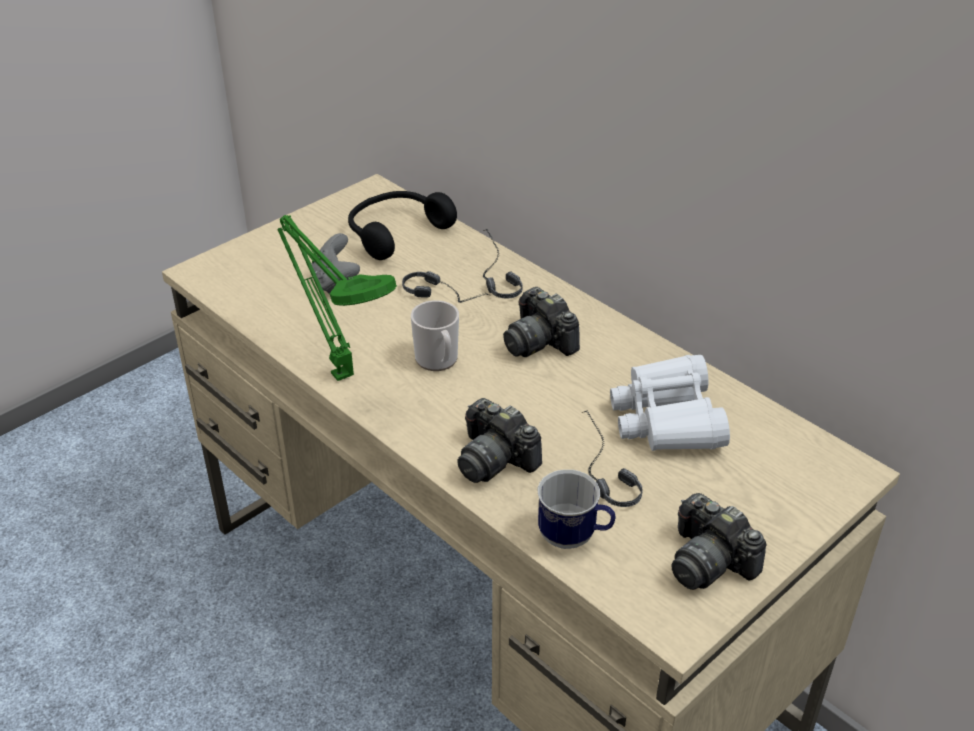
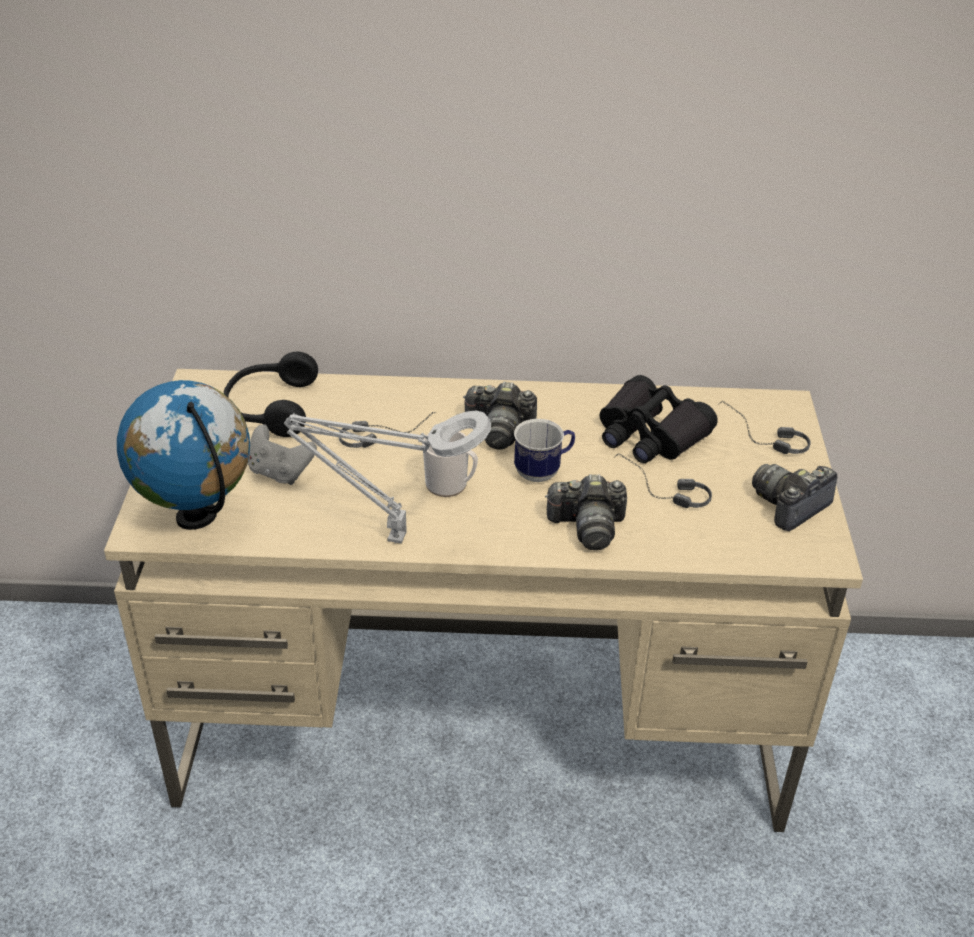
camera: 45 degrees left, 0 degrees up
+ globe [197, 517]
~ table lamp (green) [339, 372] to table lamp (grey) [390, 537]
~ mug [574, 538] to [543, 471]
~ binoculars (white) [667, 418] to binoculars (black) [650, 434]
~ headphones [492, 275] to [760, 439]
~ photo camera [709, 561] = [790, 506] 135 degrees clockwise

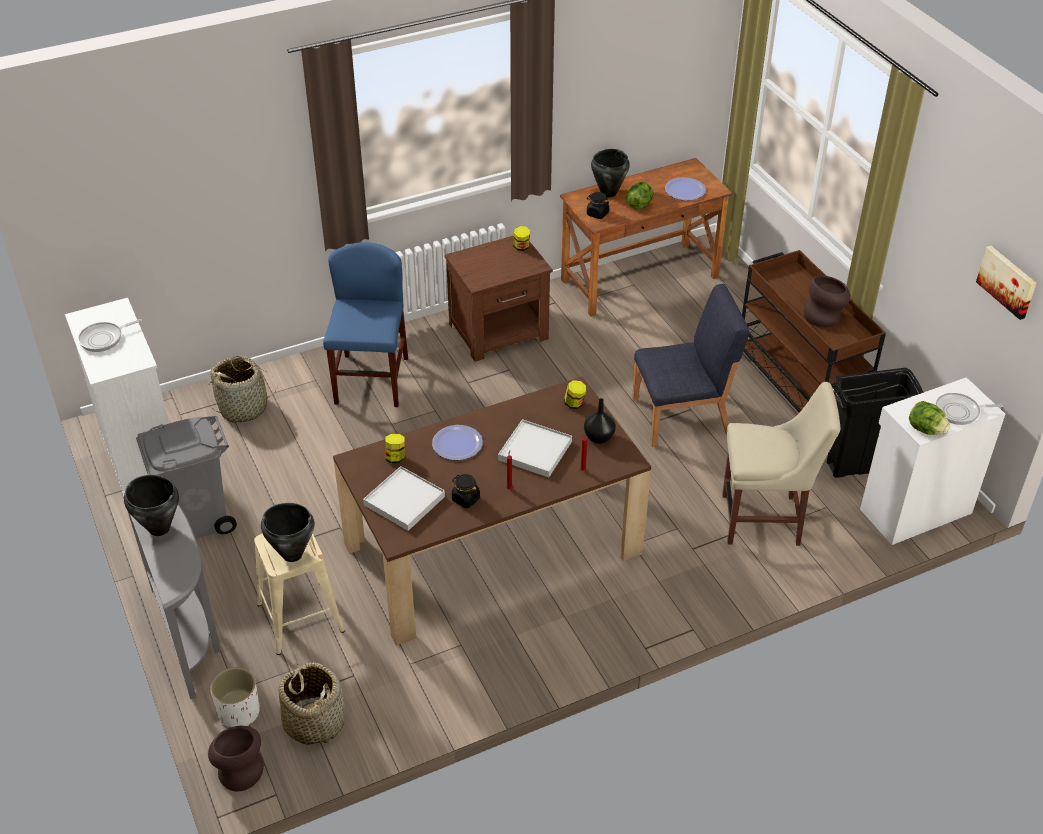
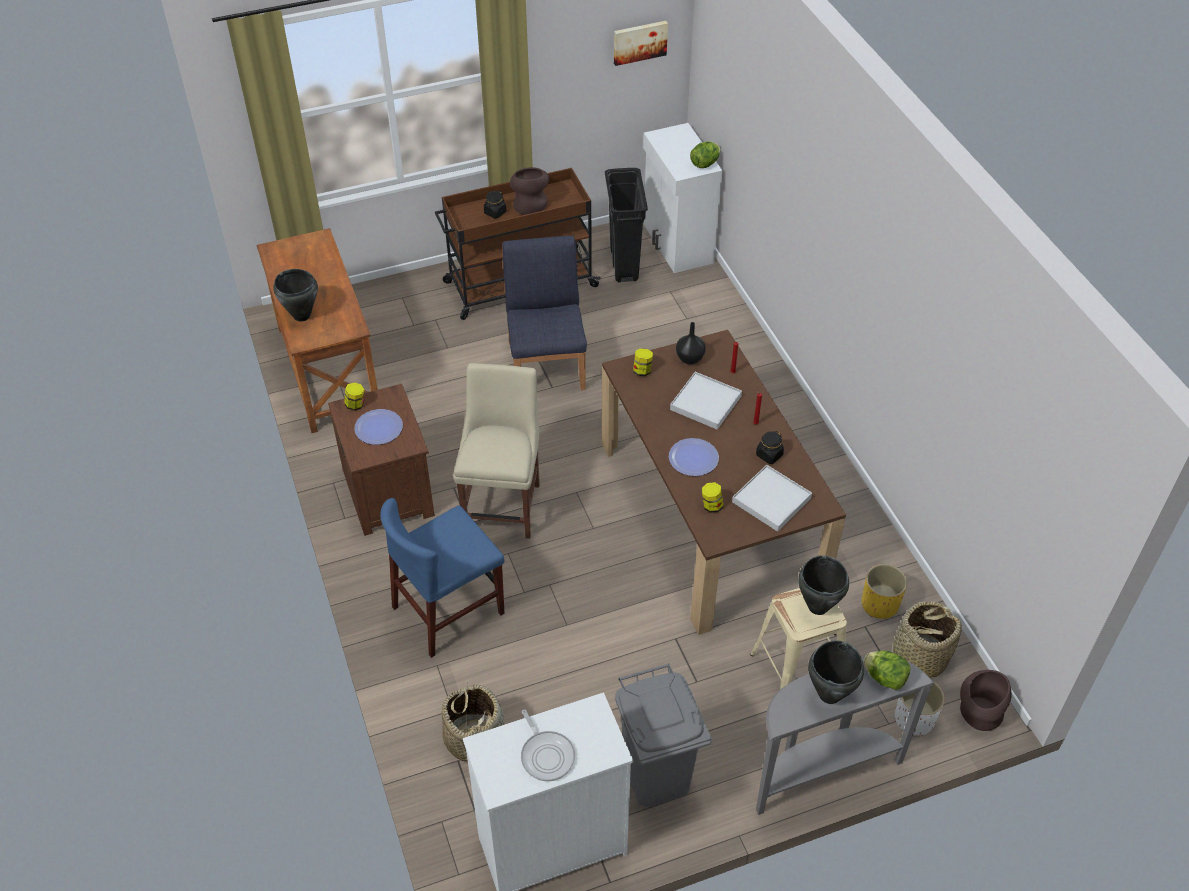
camera: 85 degrees left, 5 degrees up
~ plate [685, 190] to [378, 428]
~ chair (blue) [371, 380] = [448, 610] 45 degrees counterclockwise
~ chair (beige) [765, 520] to [503, 504]
~ jar (black) [597, 214] to [495, 212]
+ planter (yellow) [879, 604]
~ lettuce [639, 205] to [884, 678]
- frying pan [960, 411]

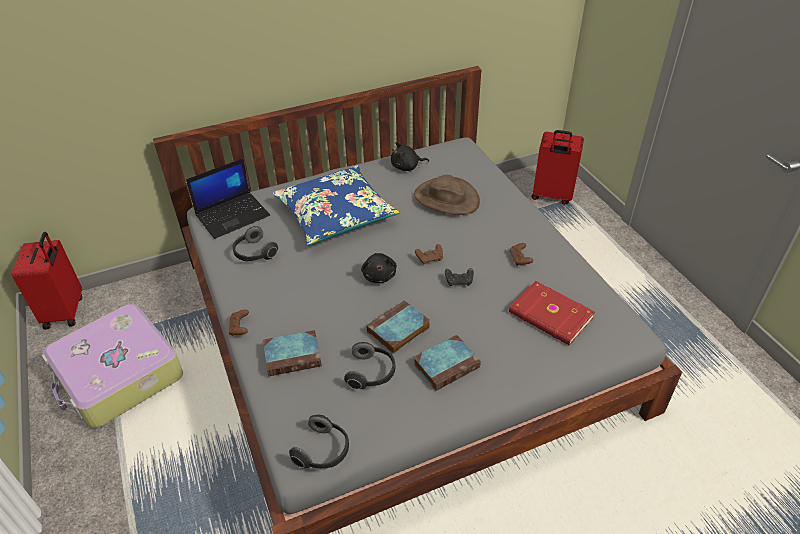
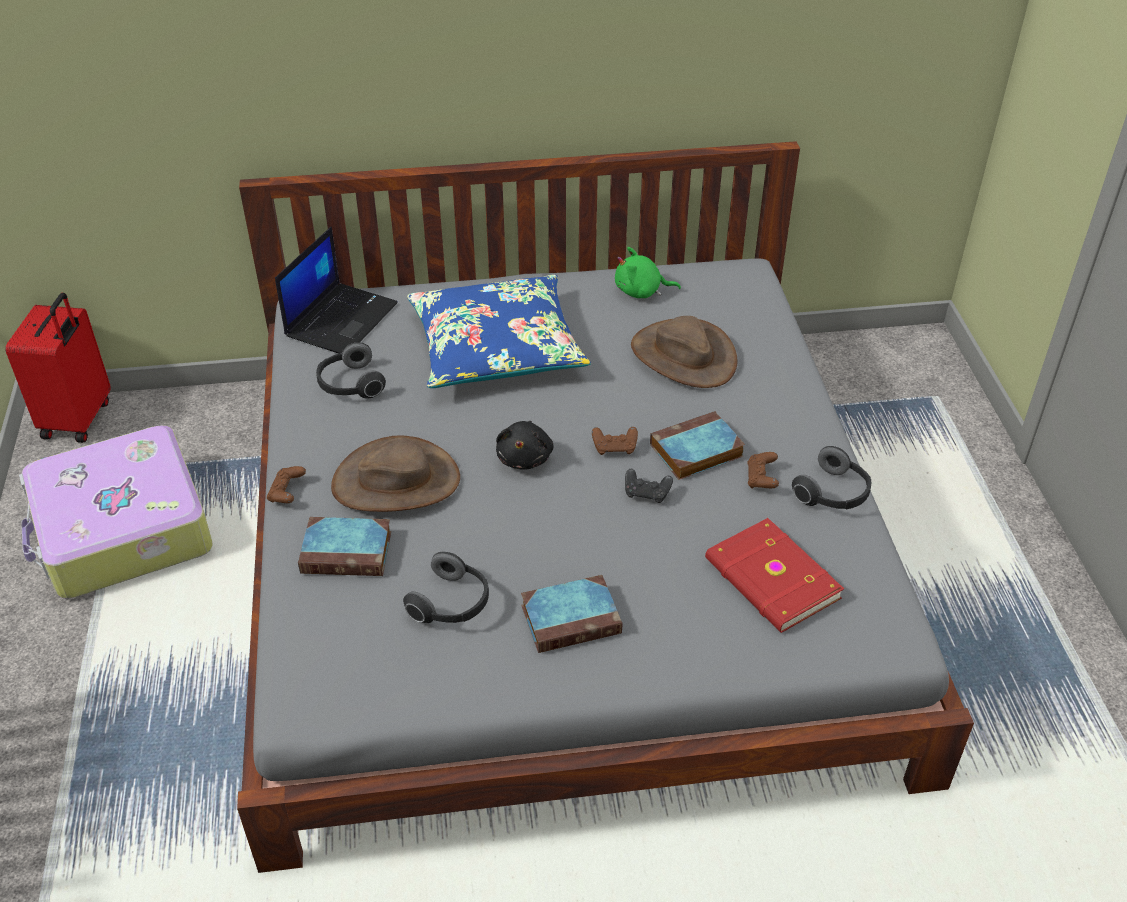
camera: 15 degrees right, 0 degrees up
~ laptop [233, 215] = [341, 319] 45 degrees counterclockwise
+ hat (brown) [396, 481]
~ plush toy (black) [407, 167] to plush toy (green) [641, 291]
~ book [398, 331] to [695, 451]
~ headphones [323, 451] to [833, 494]
- suitcase (red) [551, 196]

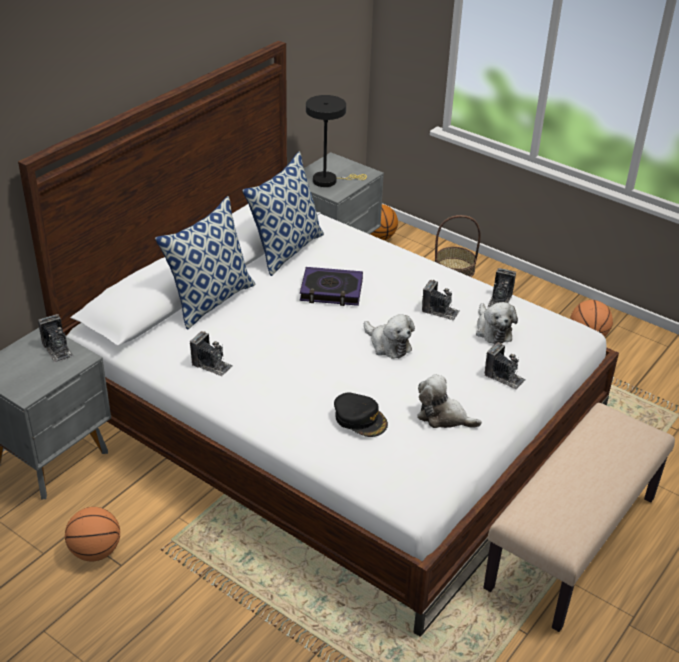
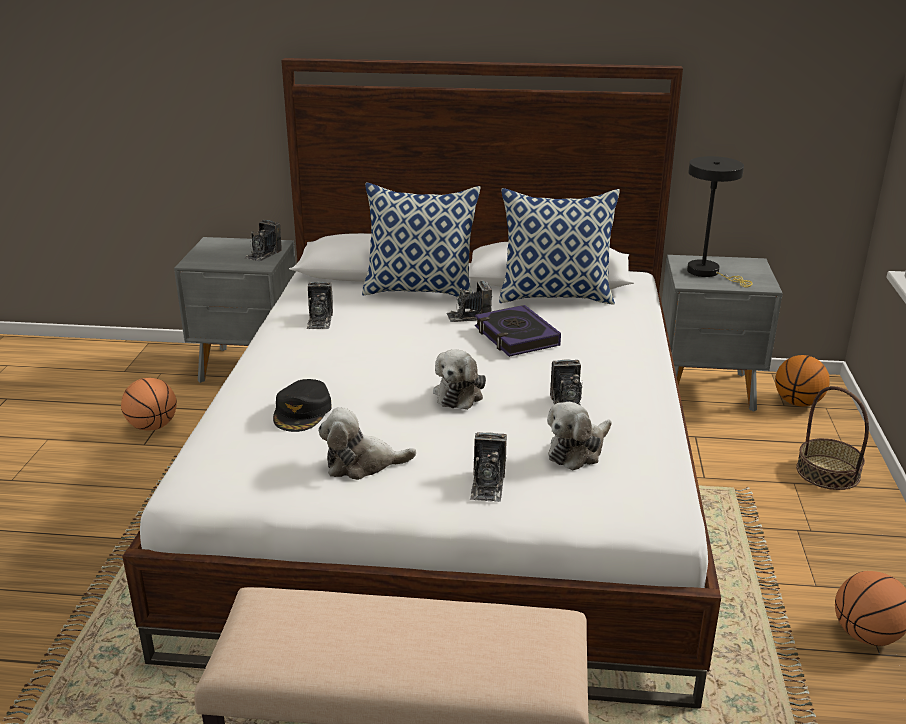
camera: 60 degrees right, 10 degrees down
~ plush toy [443, 417] = [362, 464] 90 degrees counterclockwise
~ photo camera [500, 300] to [468, 316]

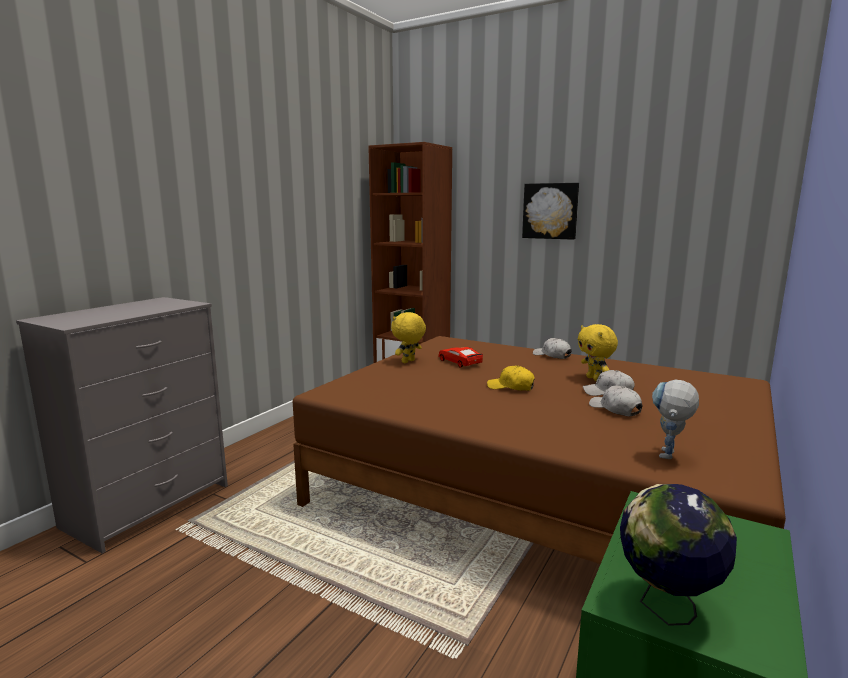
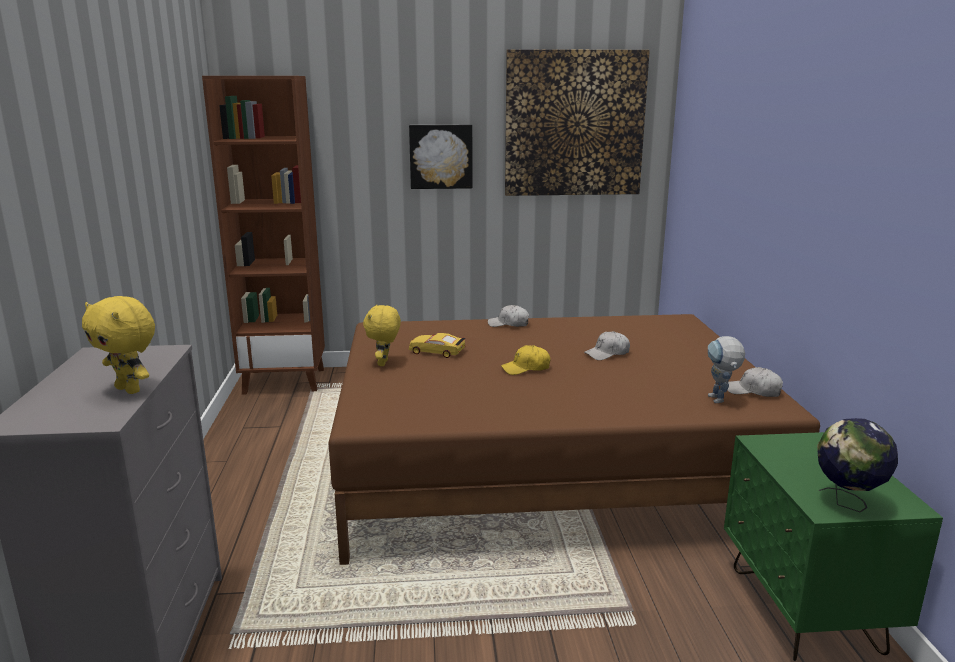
camera: 35 degrees left, 5 degrees up
~ plush toy (yellow) [594, 379] to [130, 389]
~ toy car (red) [460, 362] to toy car (yellow) [437, 351]
+ picture [574, 124]
~ cap (white) [615, 409] to [753, 391]

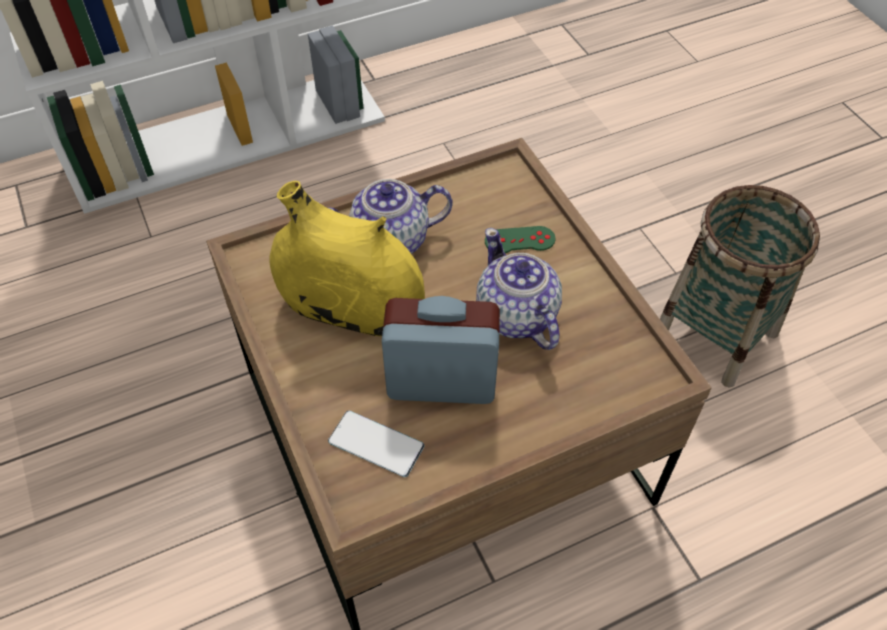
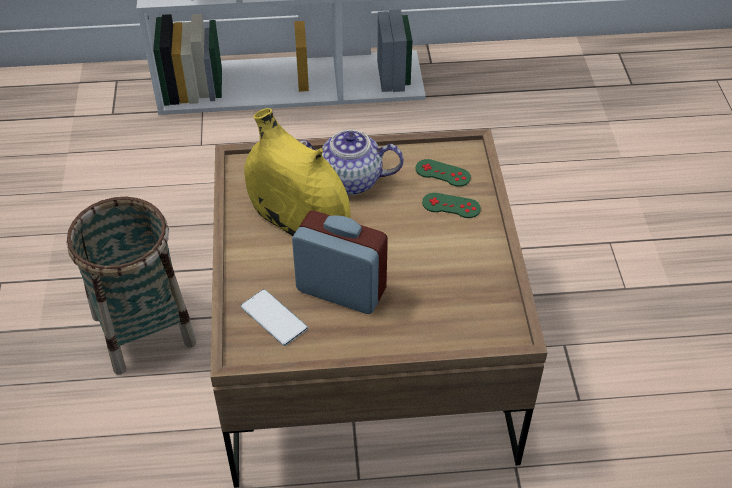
camera: 20 degrees right, 5 degrees down
~ basket [715, 334] to [143, 330]
+ game controller (green) [442, 173]
- teapot [516, 316]

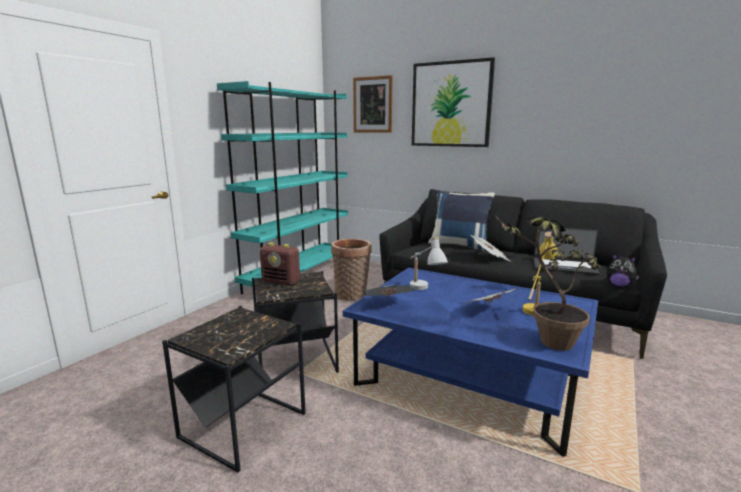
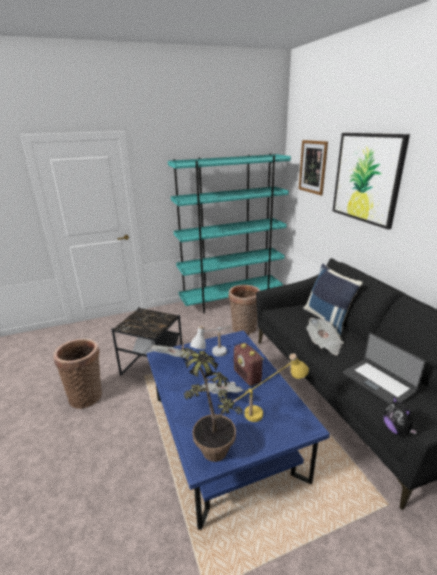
camera: 40 degrees right, 10 degrees up
~ side table (black) [242, 426] to basket [87, 395]
~ radio [281, 282] to [247, 376]

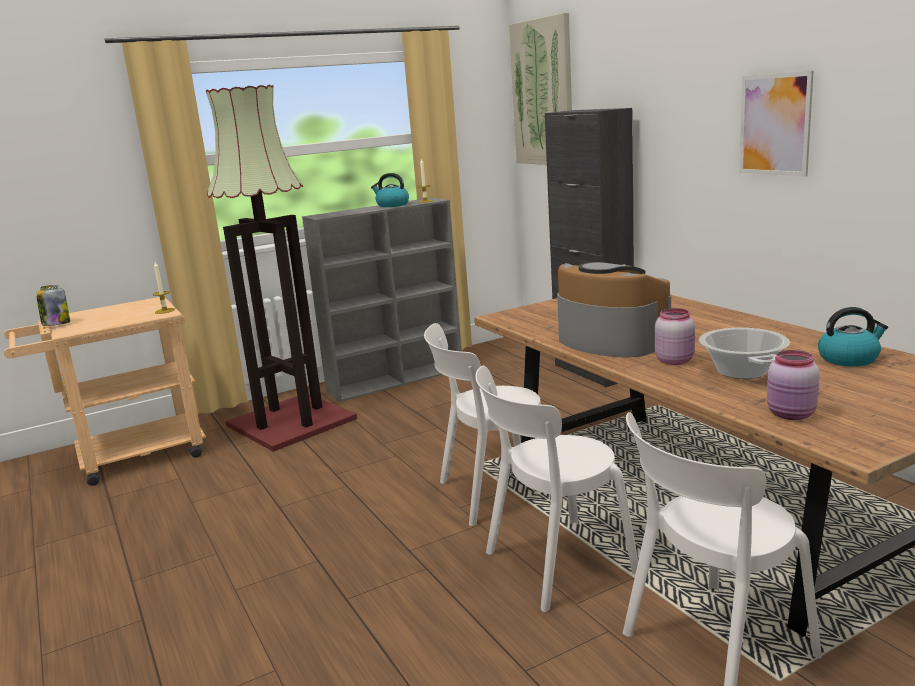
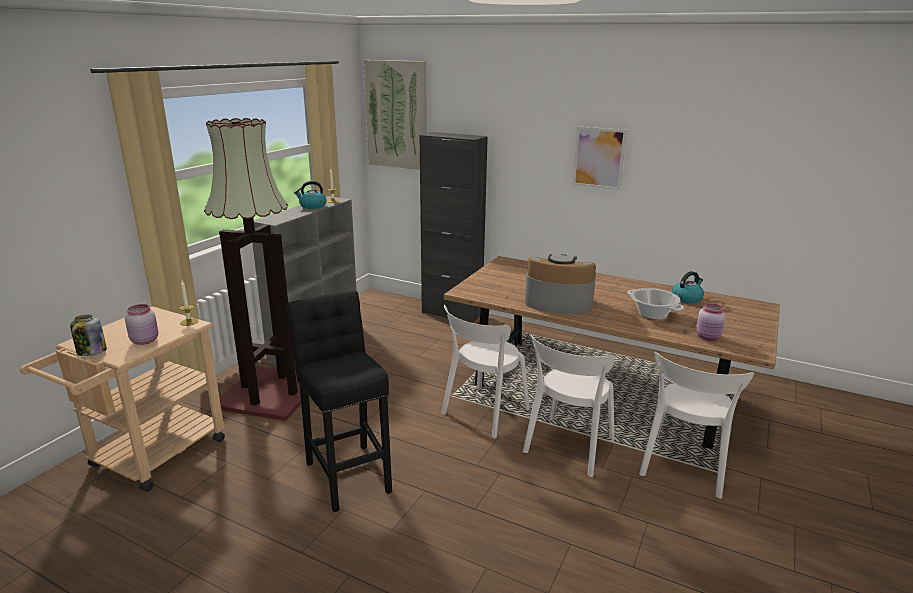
camera: 35 degrees left, 5 degrees up
~ jar (pink) [674, 360] to [145, 340]
+ stool (black) [347, 473]

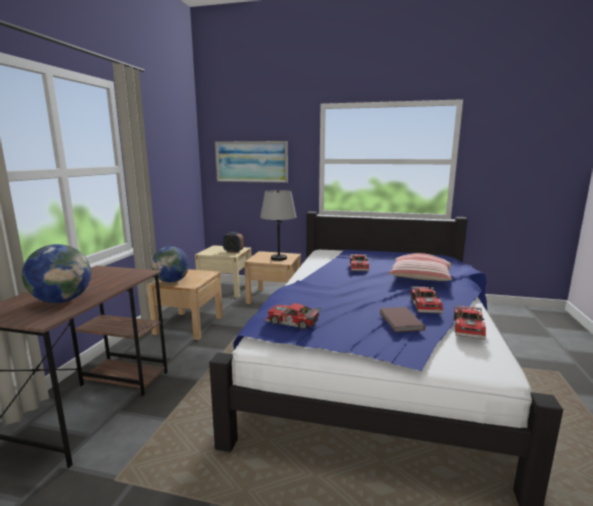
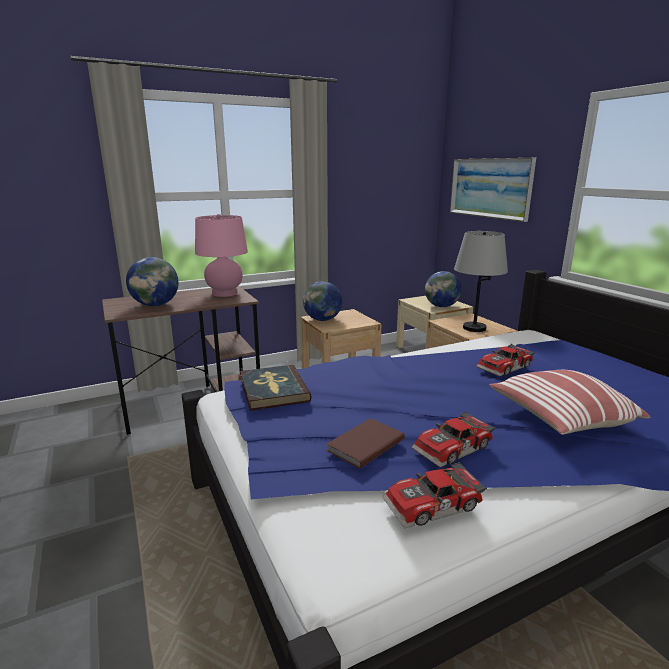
camera: 50 degrees right, 5 degrees up
+ table lamp (pink) [225, 293]
~ toy car [292, 322] to book [273, 390]
~ alarm clock [233, 251] to globe [441, 306]

